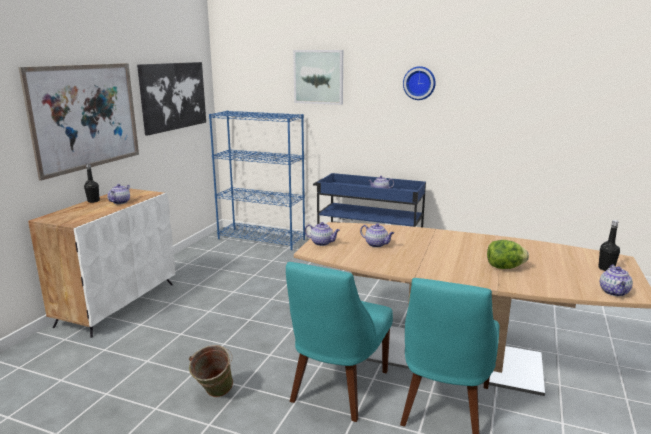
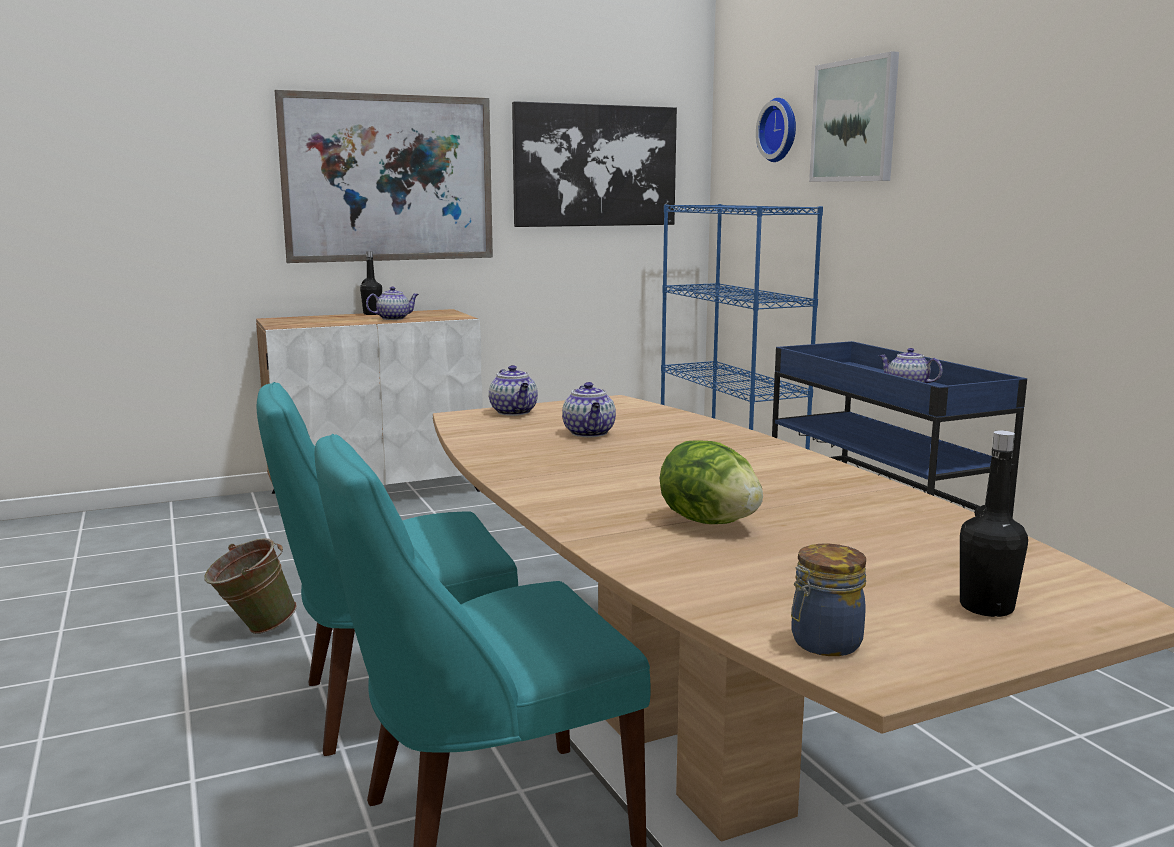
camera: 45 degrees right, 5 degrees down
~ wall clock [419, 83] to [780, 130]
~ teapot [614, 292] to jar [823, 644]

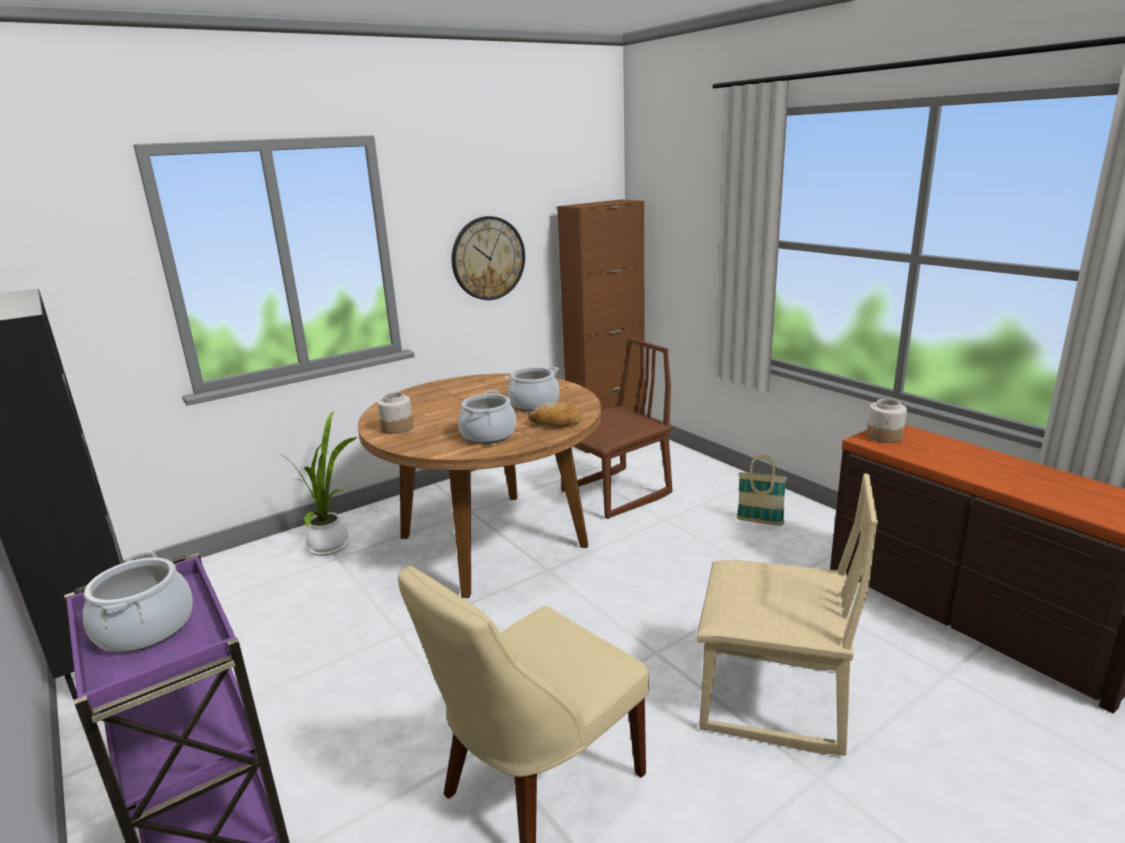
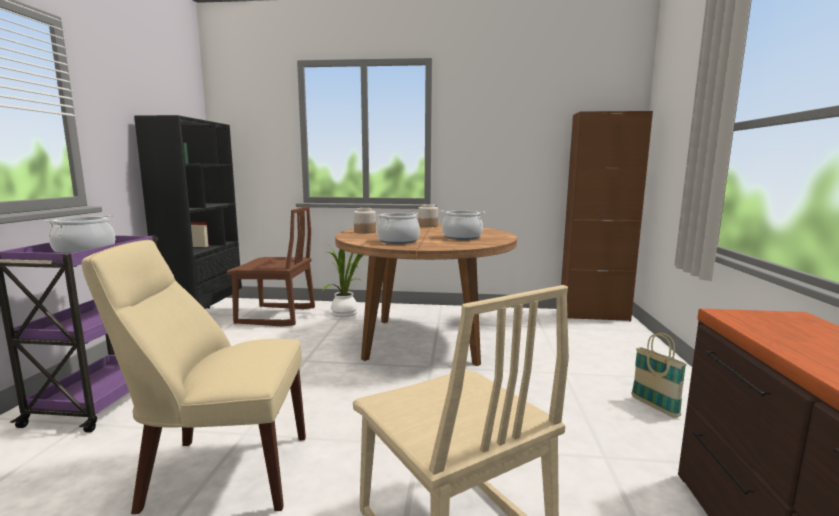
camera: 40 degrees right, 10 degrees down
~ chair (brown) [616, 493] to [276, 316]
~ jar [884, 436] to [428, 226]
- wall clock [488, 258]
- bread [556, 423]

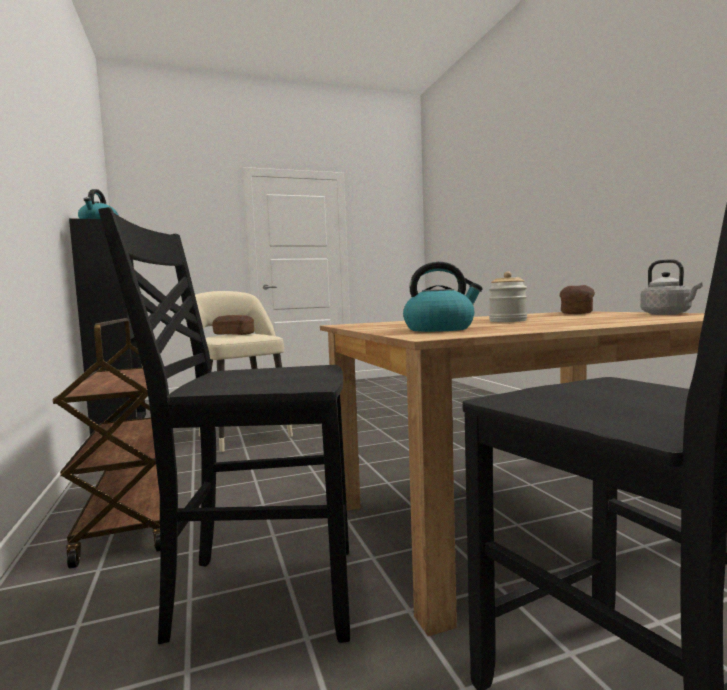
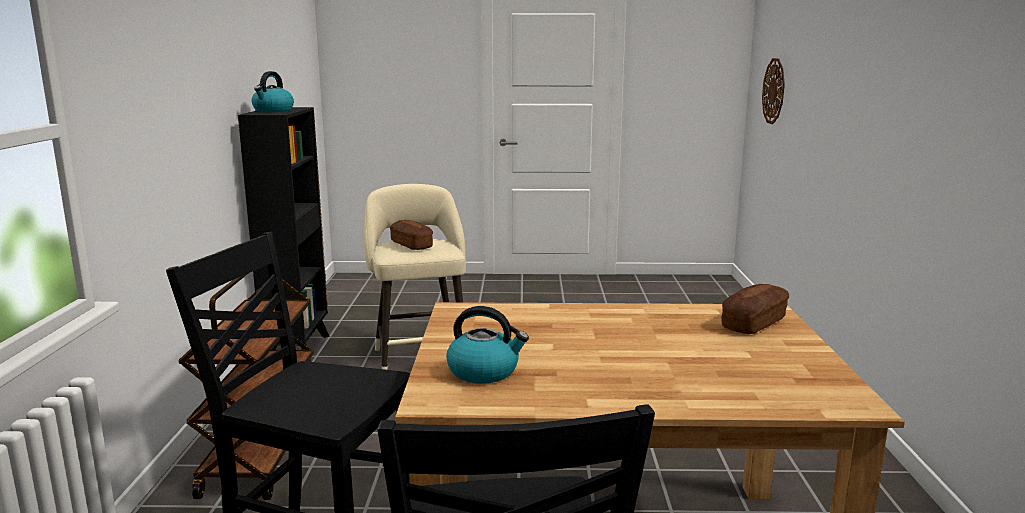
camera: 20 degrees right, 10 degrees up
+ wall clock [774, 91]
- jar [507, 321]
- kettle (grey) [668, 314]

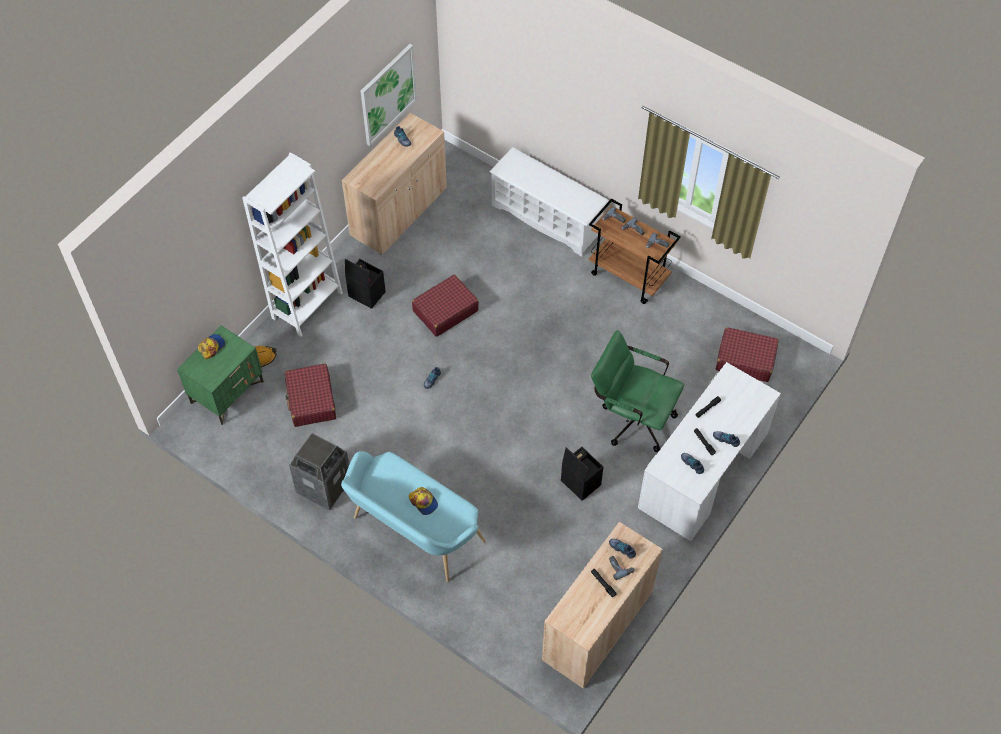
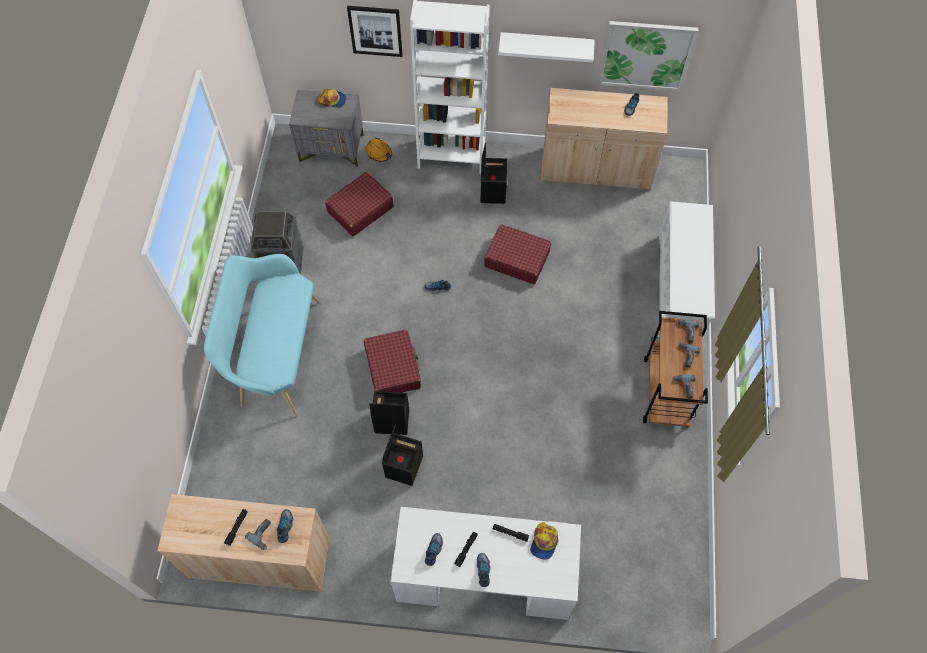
camera: 60 degrees right, 5 degrees up
~ nightstand (green) [227, 392] to nightstand (grey) [332, 148]
+ picture [375, 30]
~ suitcase (red) [745, 359] to [393, 367]
+ storage box (black) [391, 421]
+ shelf (white) [546, 45]
~ cap [423, 502] to [544, 542]
- office chair (green) [631, 418]

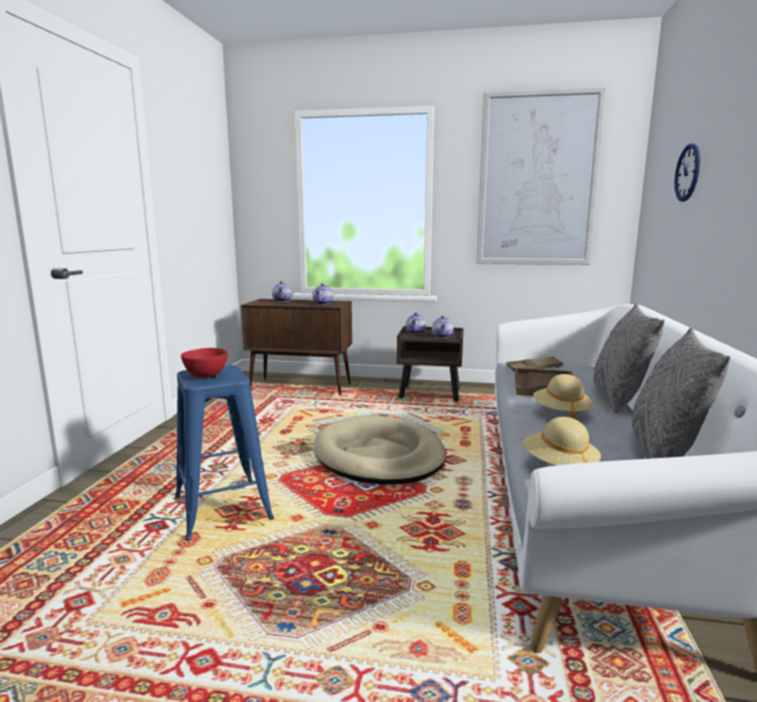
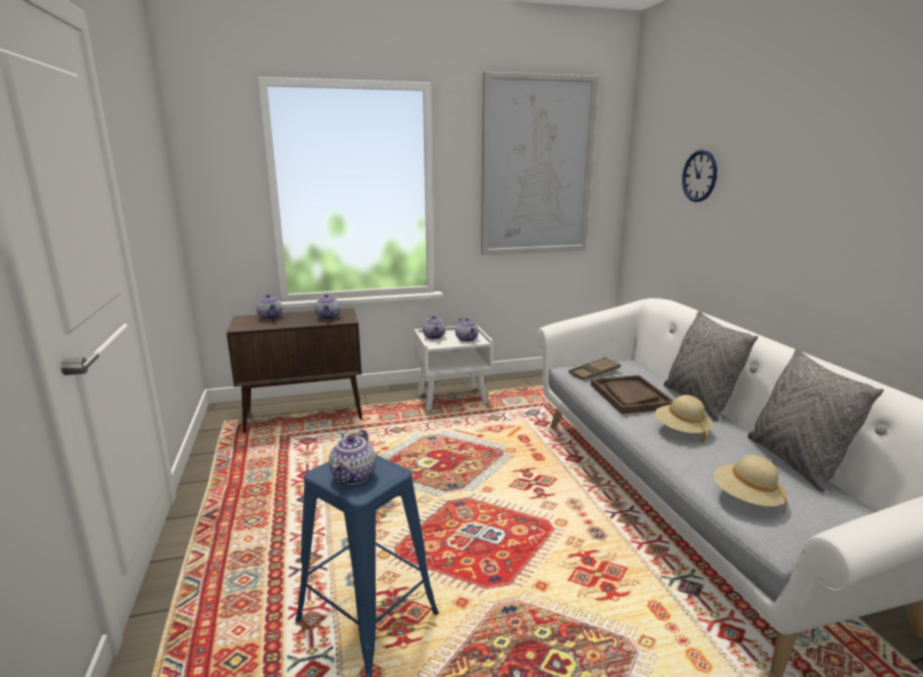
camera: 25 degrees left, 5 degrees up
~ bowl (red) [206, 376] to teapot [354, 476]
~ nightstand (brown) [430, 393] to nightstand (white) [453, 398]
- dog bed (beige) [379, 456]

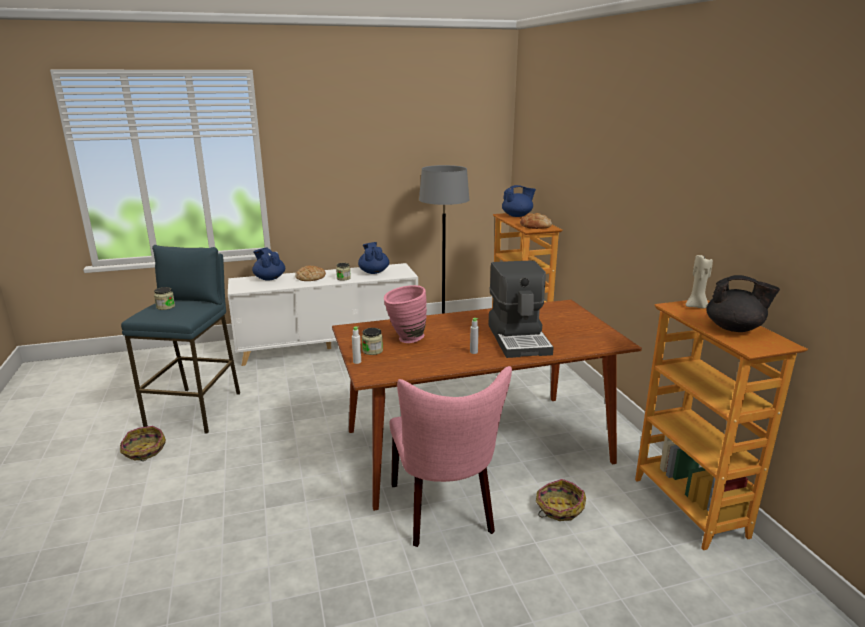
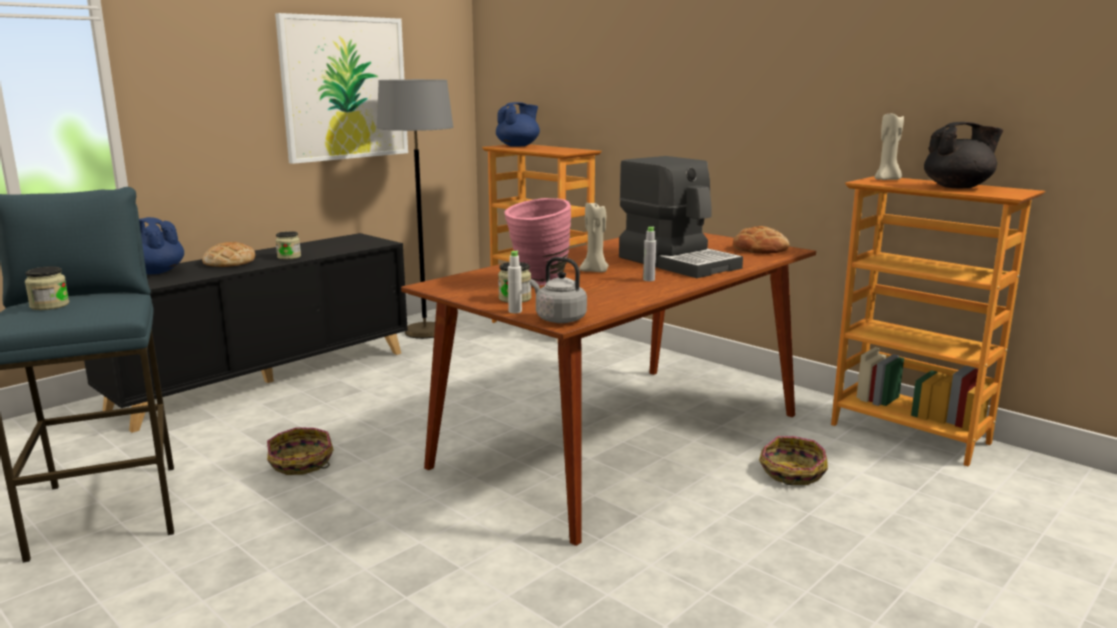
camera: 30 degrees left, 5 degrees down
~ cabinet (white) [329, 346] to cabinet (black) [266, 379]
~ basket [144, 451] to [301, 464]
+ picture [344, 88]
+ kettle (grey) [558, 319]
+ candle (beige) [595, 271]
~ bread [536, 226] to [760, 249]
- teapot (blue) [373, 272]
- chair (pink) [444, 512]

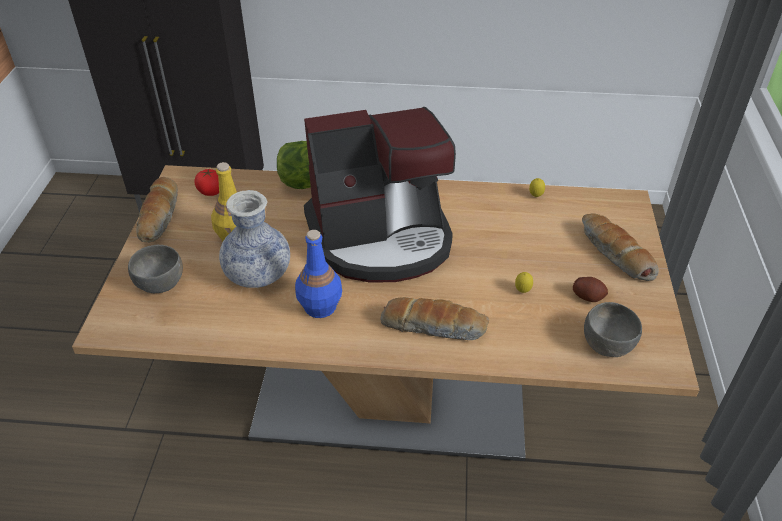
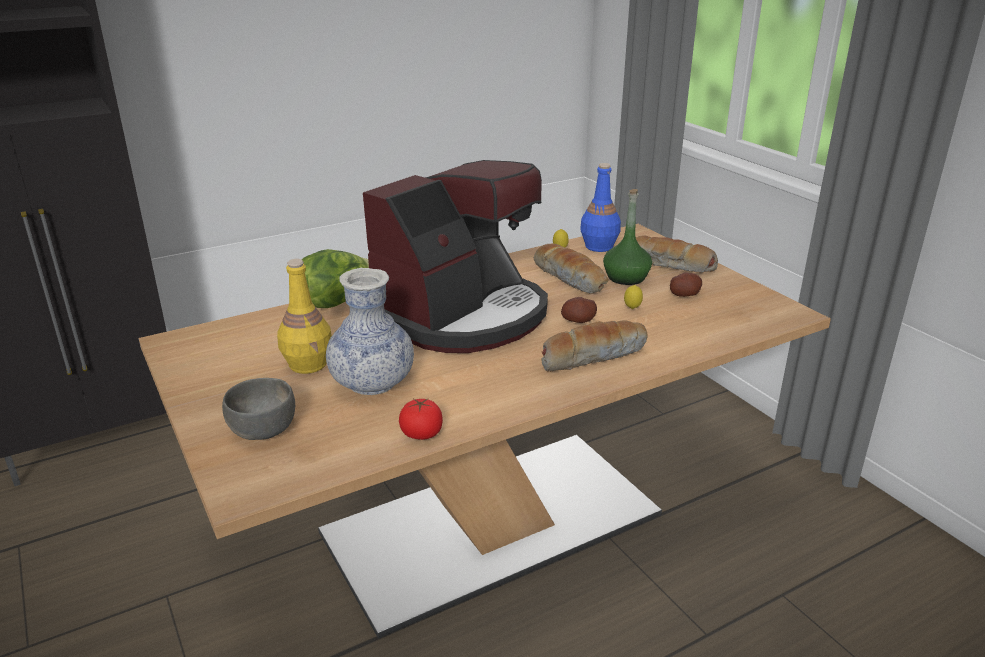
camera: 35 degrees left, 15 degrees down
~ tomato [211, 191] to [421, 434]
~ bread [160, 217] to [570, 278]
+ potato [578, 321]
~ bottle (blue) [319, 306] to [598, 246]
+ bottle (green) [626, 278]
- bowl (grey) [607, 343]

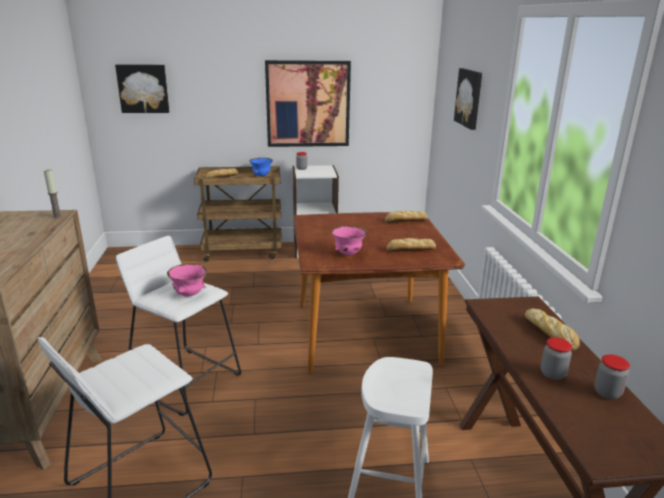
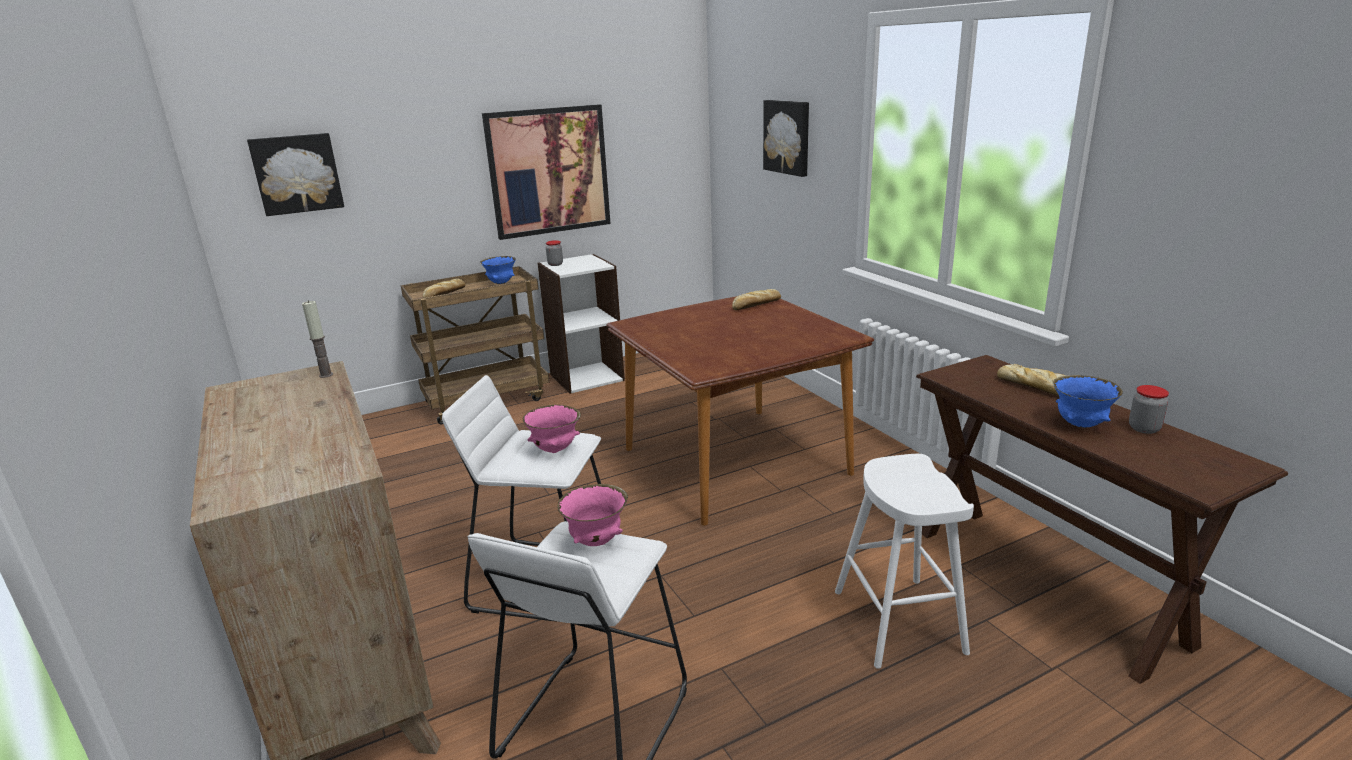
camera: 20 degrees left, 0 degrees up
~ bowl (pink) [348, 254] to [596, 541]
~ jar [552, 374] to bowl (blue) [1080, 424]
- bread [410, 250]

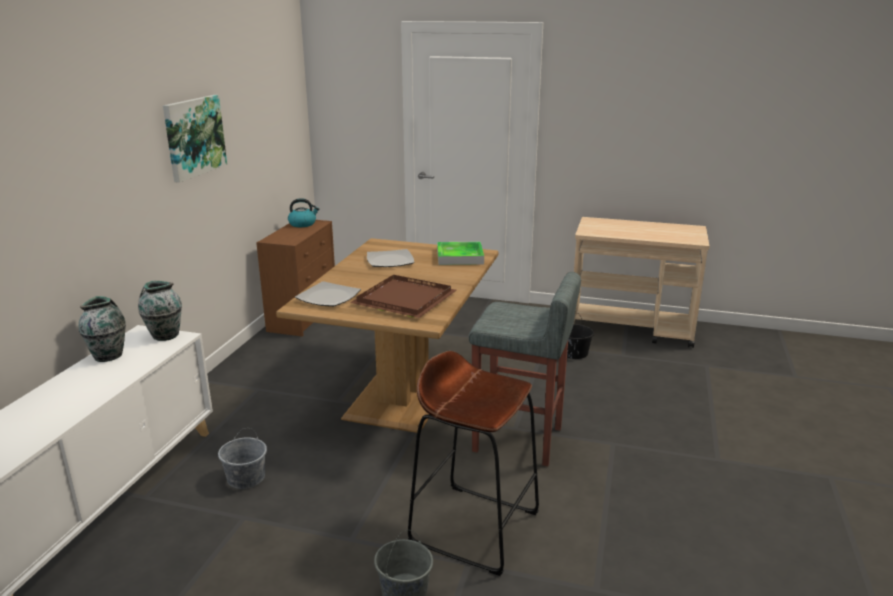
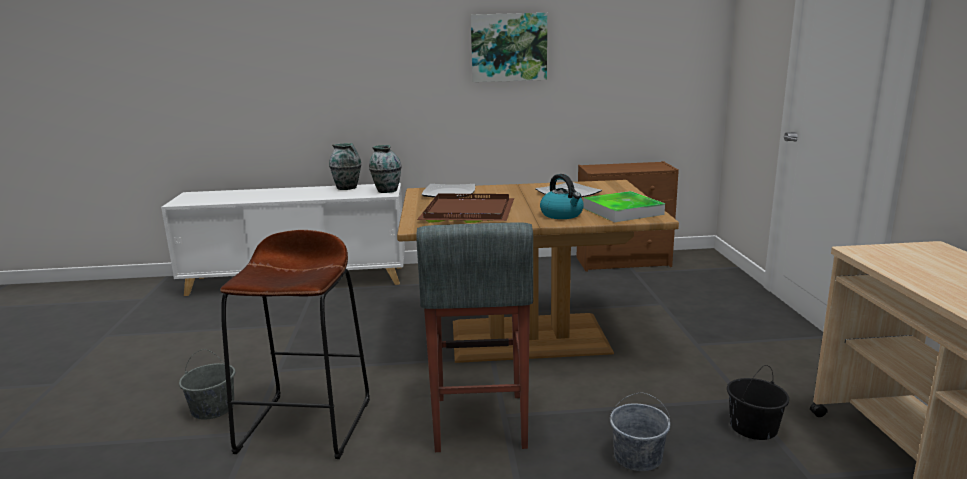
camera: 70 degrees right, 5 degrees down
~ kettle [303, 224] to [562, 215]
~ bucket (grey) [246, 478] to [638, 457]

